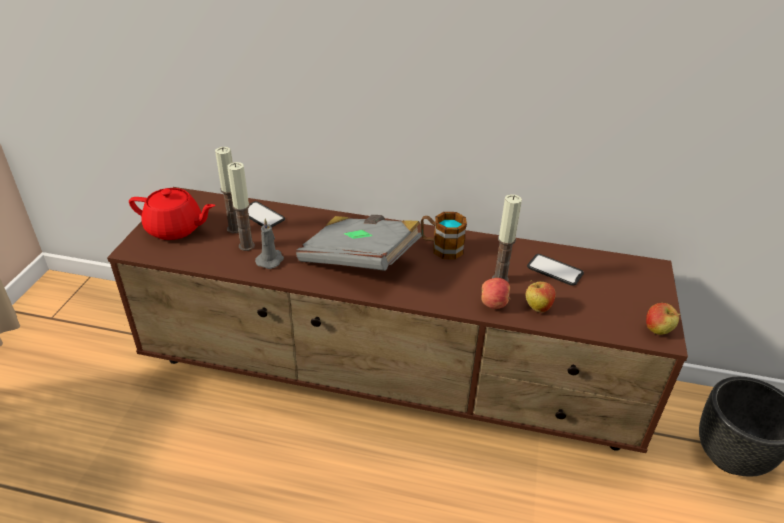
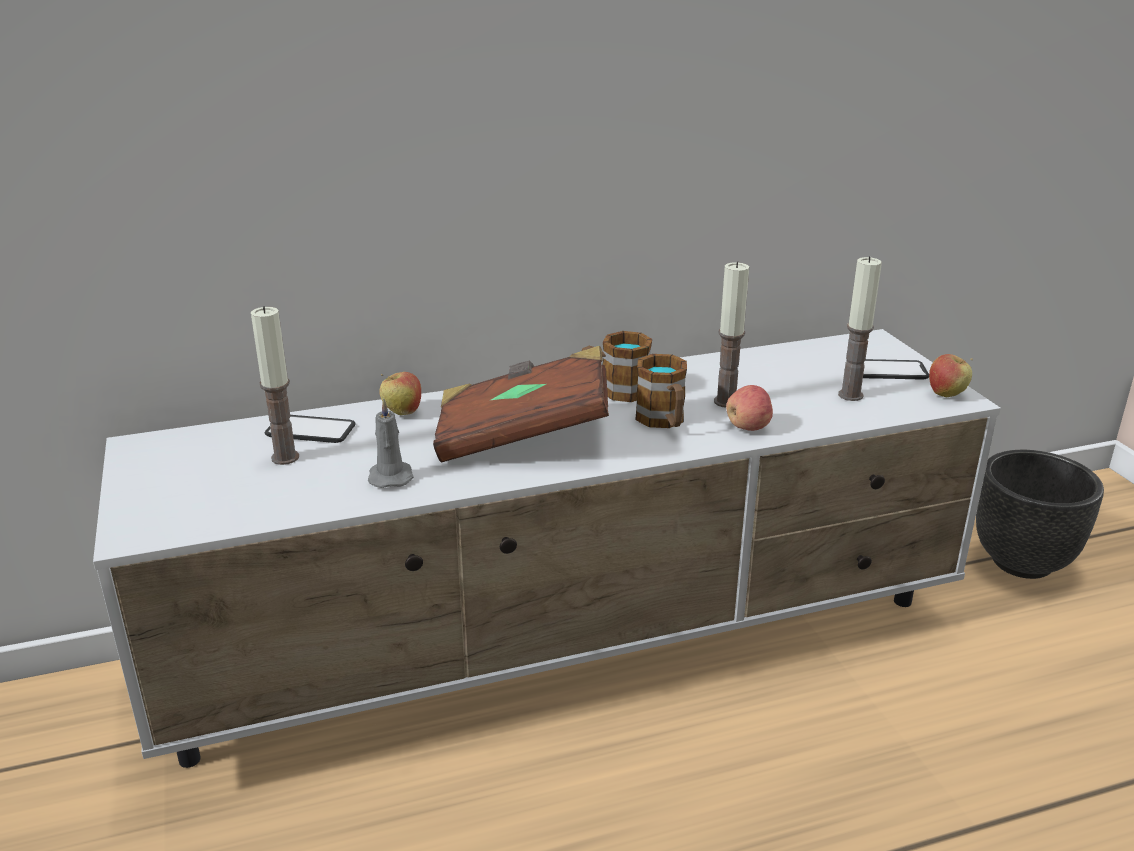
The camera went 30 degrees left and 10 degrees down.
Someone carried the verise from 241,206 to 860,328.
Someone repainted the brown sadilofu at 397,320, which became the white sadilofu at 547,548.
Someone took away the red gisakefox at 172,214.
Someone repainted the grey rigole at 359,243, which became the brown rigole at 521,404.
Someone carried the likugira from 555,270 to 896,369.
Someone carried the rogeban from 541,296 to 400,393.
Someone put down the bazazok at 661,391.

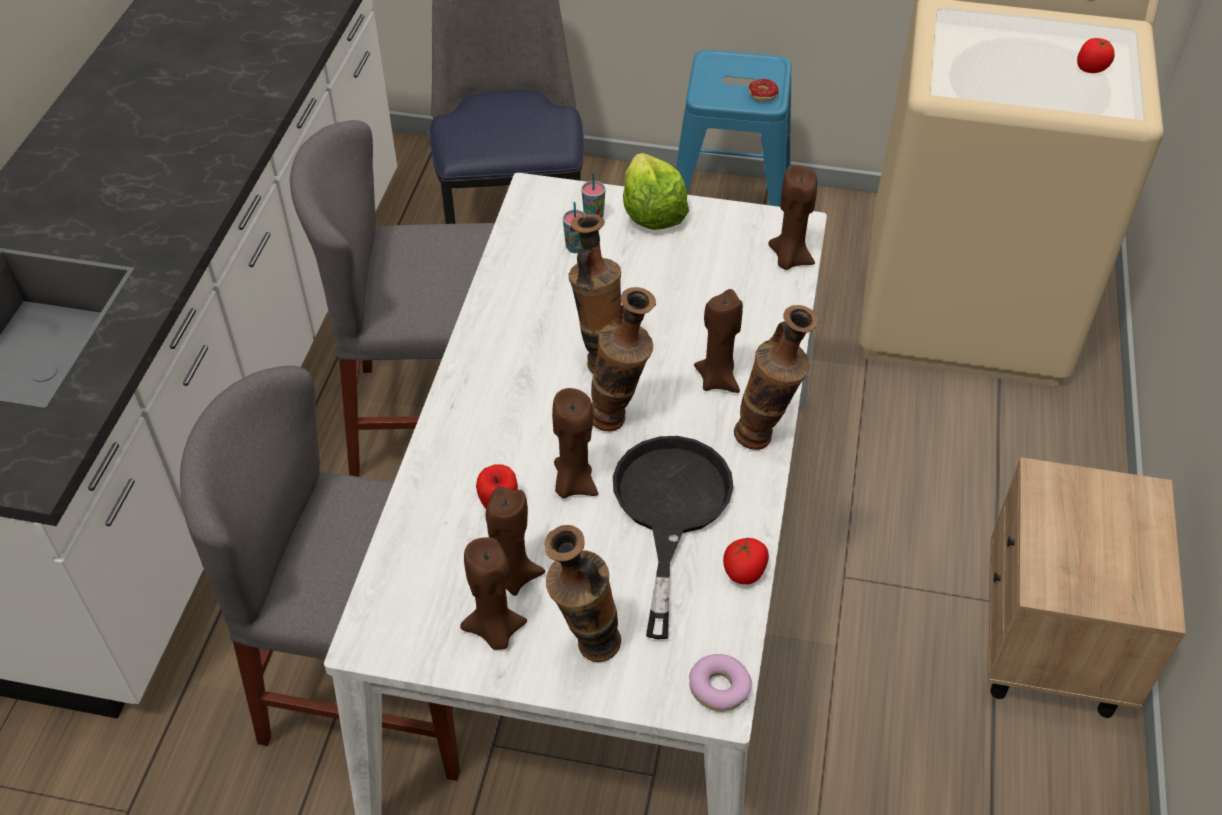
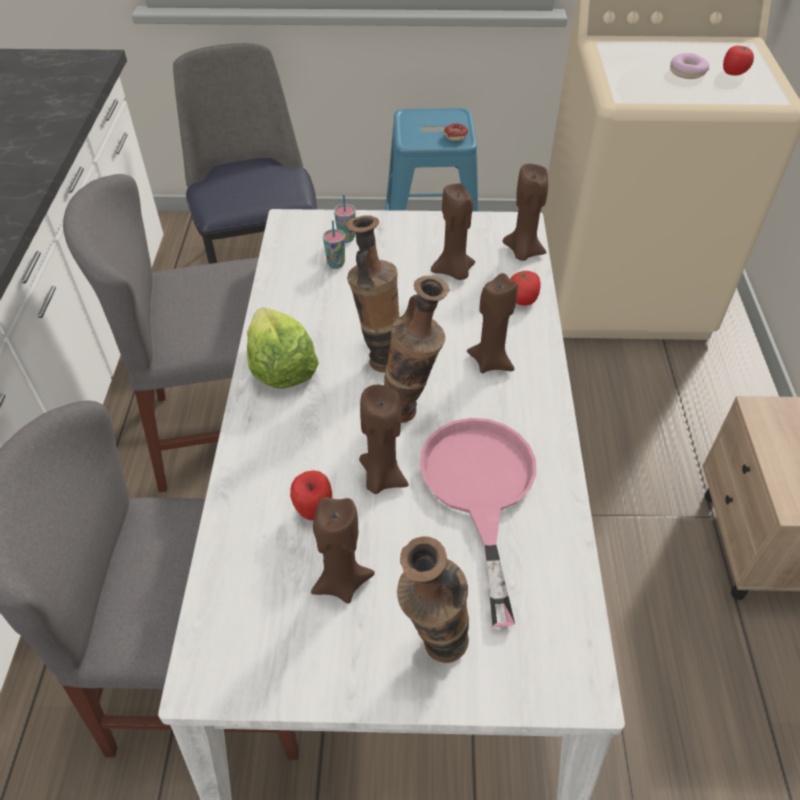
The camera went 10 degrees left and 0 degrees up.
Someone carried the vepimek from 656,191 to 283,348.
Someone took away the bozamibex at 776,377.
Someone repainted the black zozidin at 673,537, which became the pink zozidin at 478,522.
Someone carried the brown verise from 493,593 to 453,231.
Someone carried the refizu from 746,561 to 525,288.
Someone carried the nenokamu from 720,683 to 689,66.

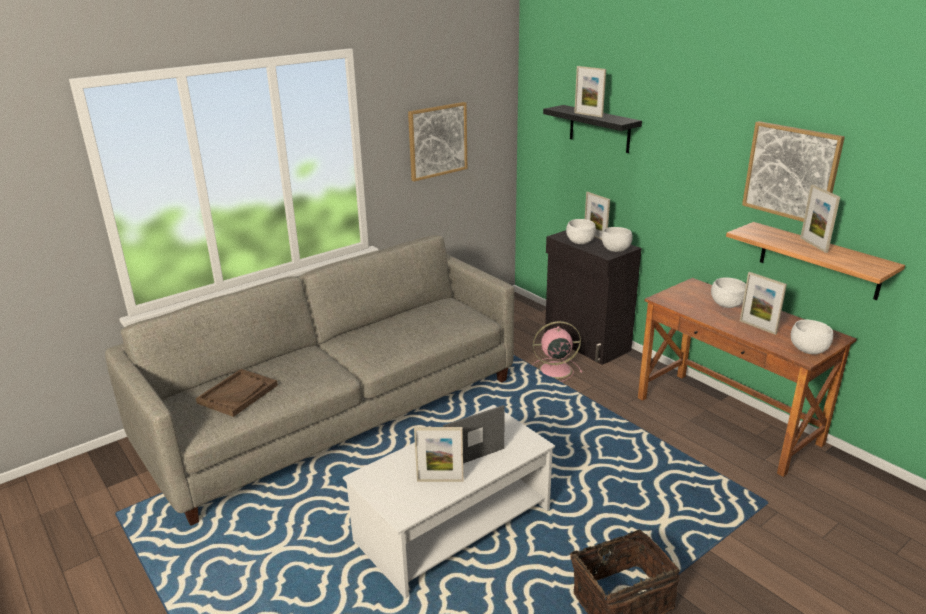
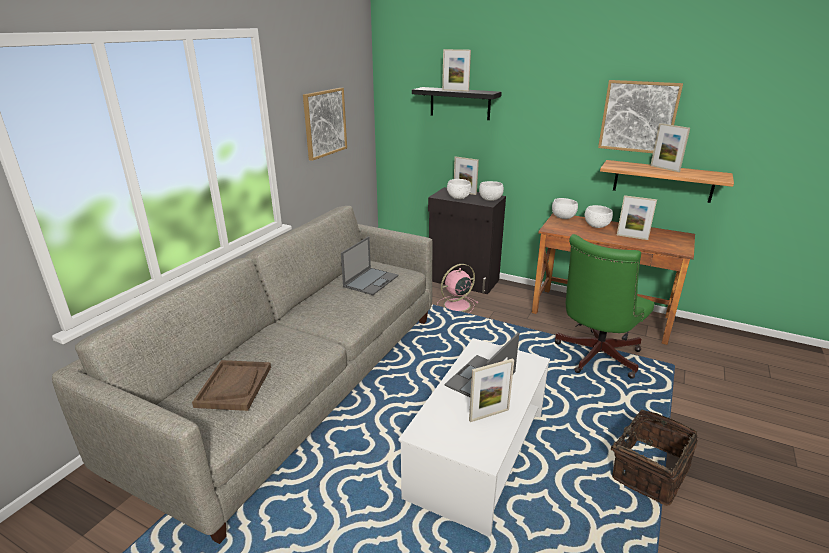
The camera went 25 degrees left and 0 degrees up.
Someone carried the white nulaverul from 812,337 to 565,208.
Someone put down the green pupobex at 604,306.
Someone put down the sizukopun at 370,265.

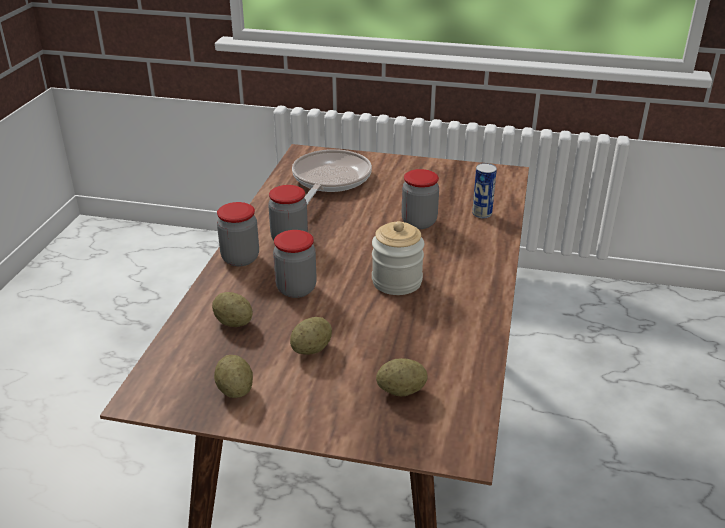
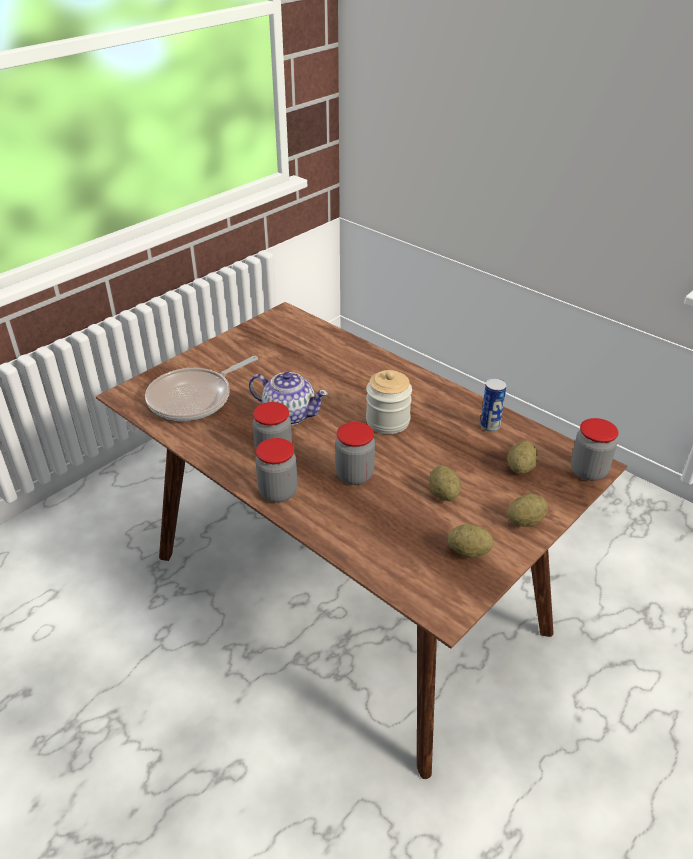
The camera went 60 degrees left and 5 degrees up.
Someone rotated the zozidin at 332,177 by 90 degrees counterclockwise.
Someone carried the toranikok from 484,190 to 493,405.
Someone carried the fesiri from 420,199 to 595,449.
Someone carried the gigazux from 232,309 to 527,510.
Someone put down the gisakefox at 288,398.

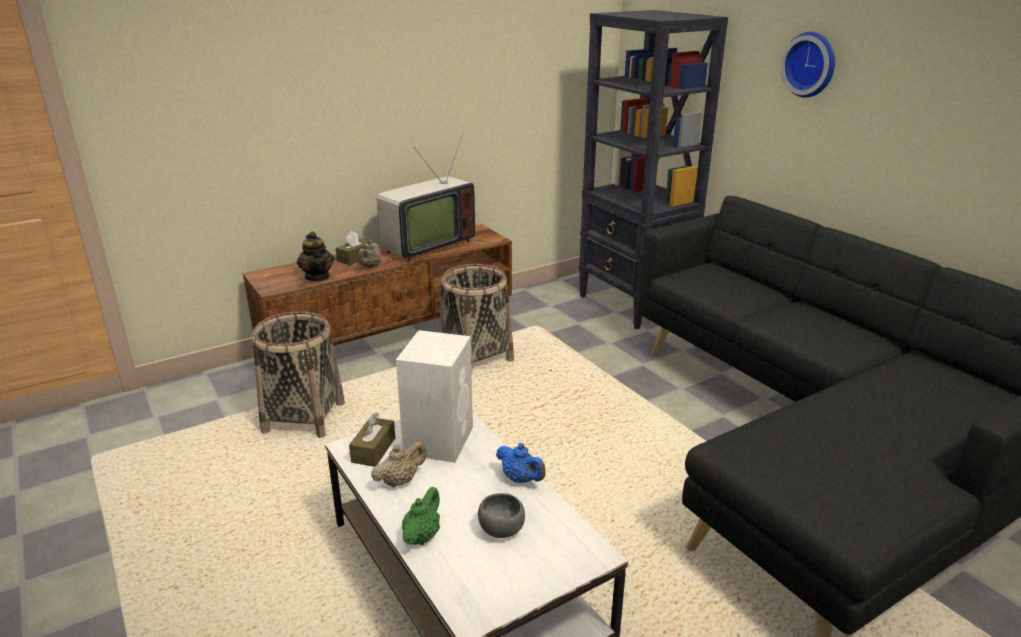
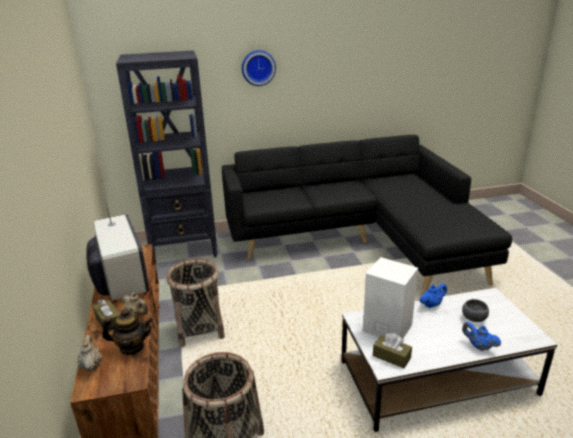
The camera went 70 degrees left and 0 degrees up.
Someone carried the beige gisakefox from 399,464 to 89,353.
Someone repainted the green gisakefox at 421,516, which became the blue gisakefox at 481,336.

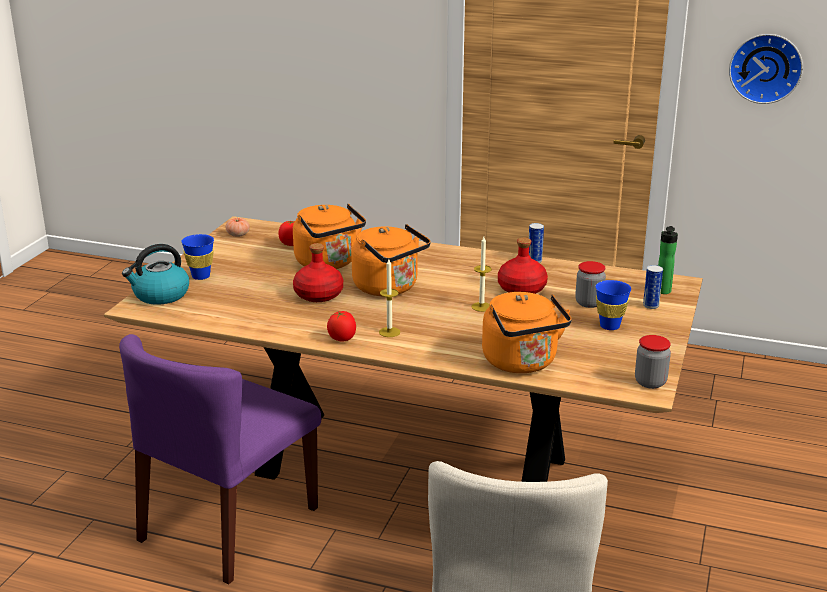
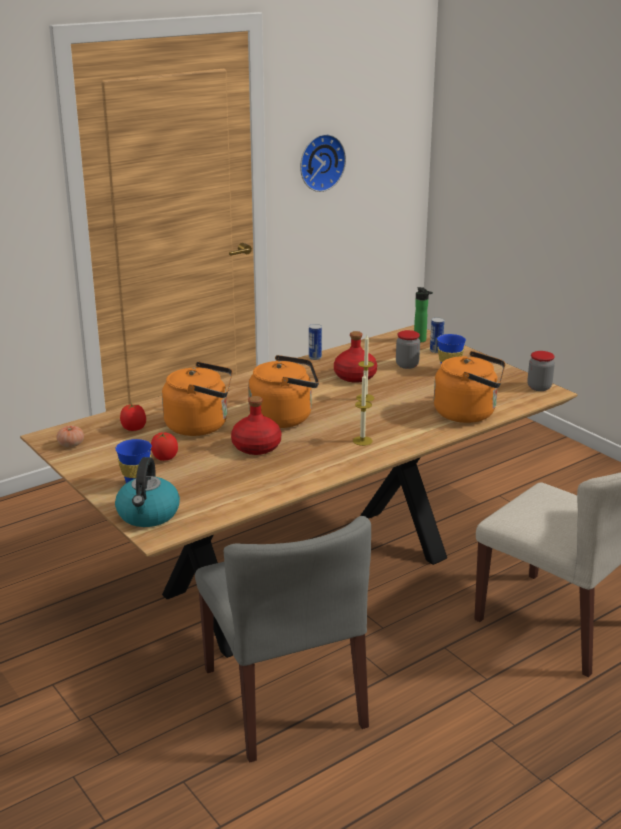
The camera went 55 degrees left and 0 degrees up.
Someone carried the refizu from 341,326 to 164,446.
Someone repainted the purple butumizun at 220,459, which became the grey butumizun at 283,639.

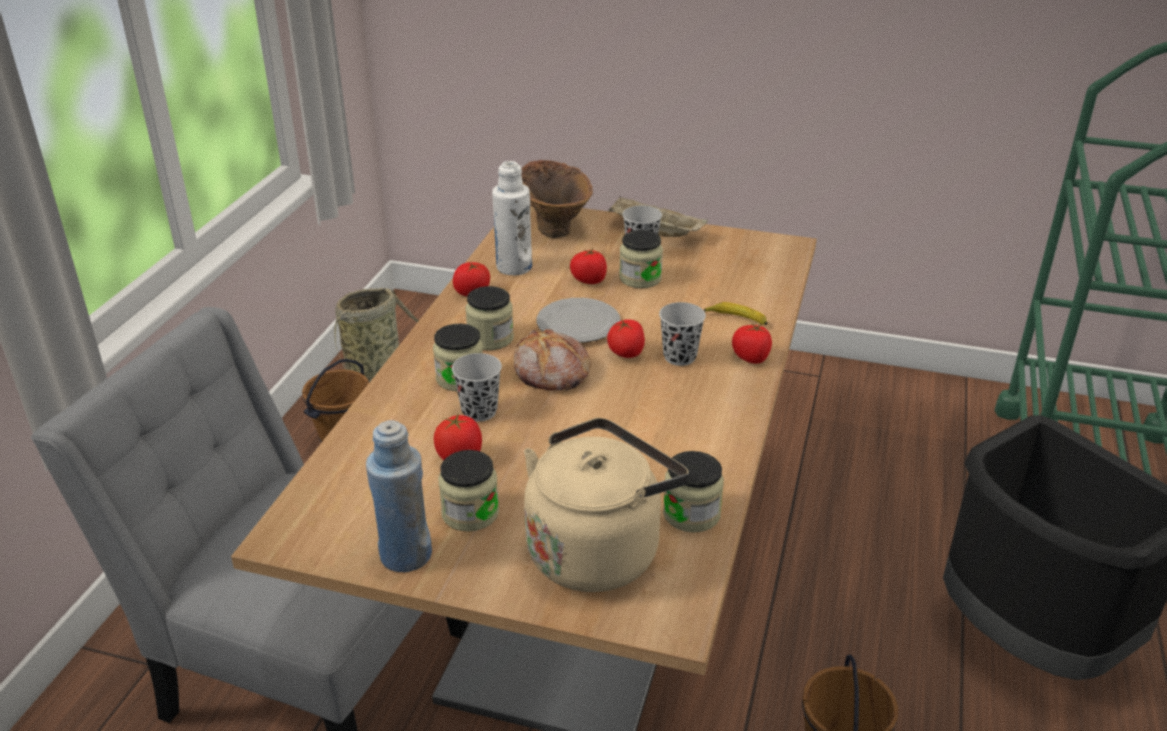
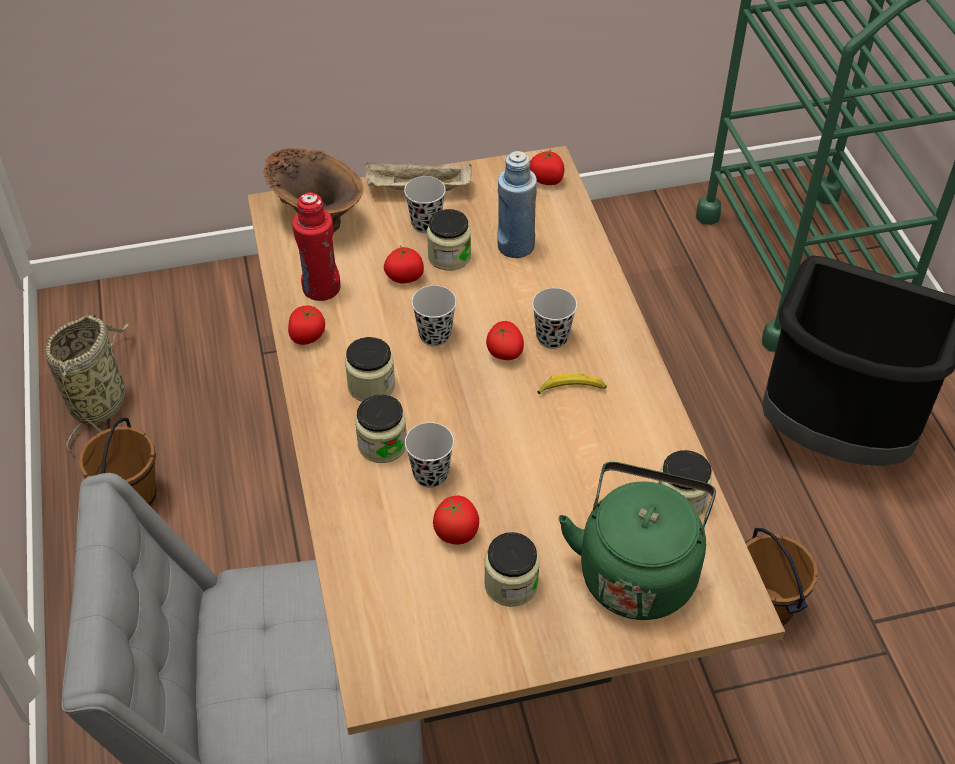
The camera went 30 degrees left and 15 degrees up.
Someone repainted the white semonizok at 512,218, which became the red semonizok at 316,246.
Someone swapped the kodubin at 579,320 for the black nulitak at 433,315.
Someone carried the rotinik from 735,313 to 572,383.
Someone carried the refizu from 752,343 to 546,167.
Someone took away the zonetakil at 552,360.
Someone repainted the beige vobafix at 606,505, which became the green vobafix at 637,541.
Someone carried the blue semonizok from 399,496 to 517,204.

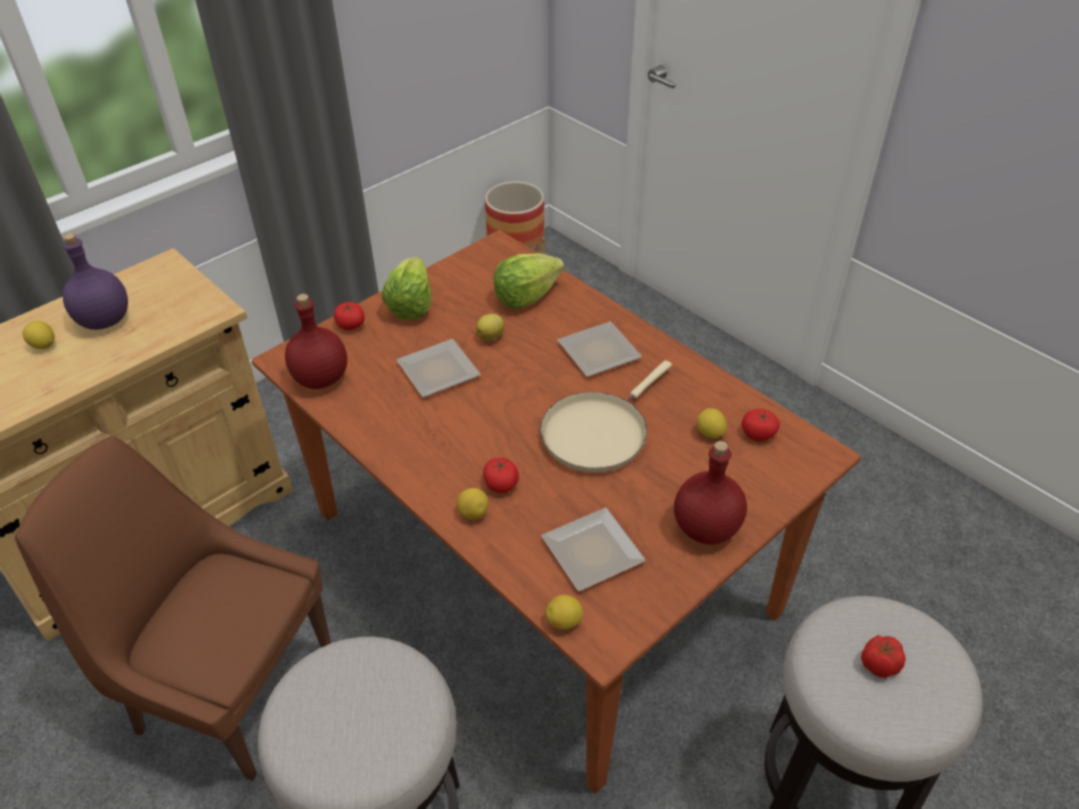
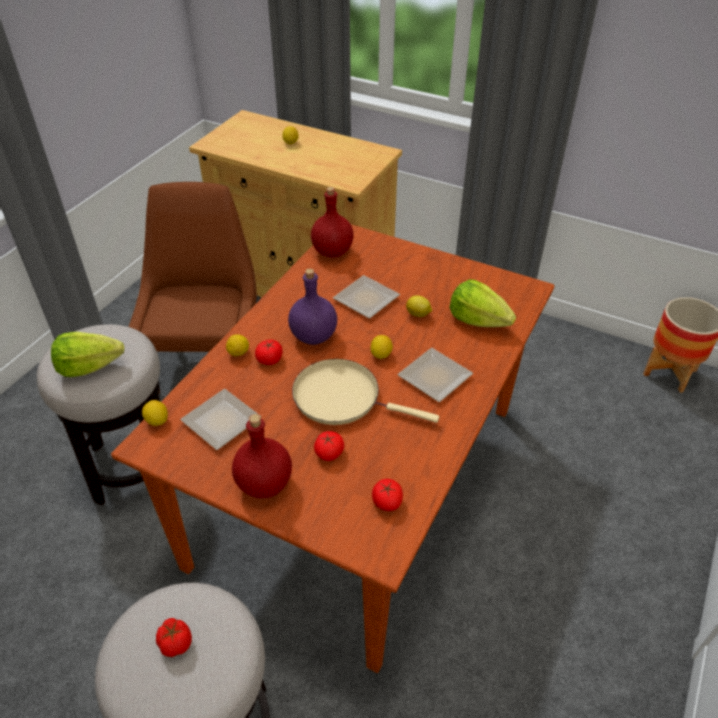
The camera went 70 degrees right and 0 degrees up.
Someone carried the purple semonizok from 95,281 to 312,306.
Someone carried the vepimek from 407,288 to 87,354.
Someone carried the refizu from 349,316 to 329,446.
Someone carried the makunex from 711,423 to 382,347.

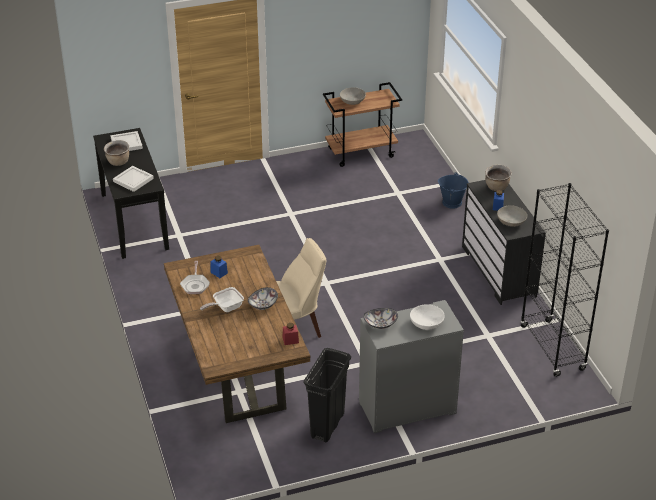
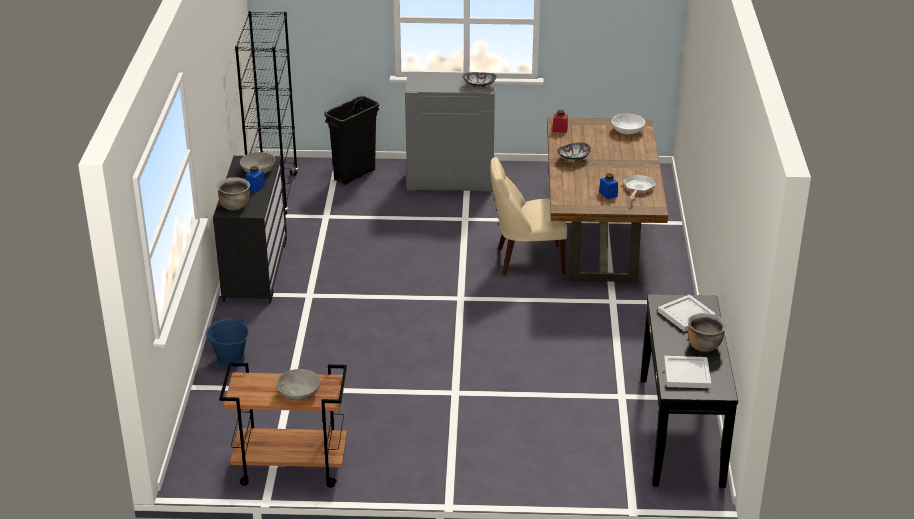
The camera went 160 degrees left and 5 degrees down.
Someone took away the zozidin at 222,299.
Someone carried the white nulaverul from 427,317 to 628,124.
Someone carried the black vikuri from 327,395 to 351,140.

